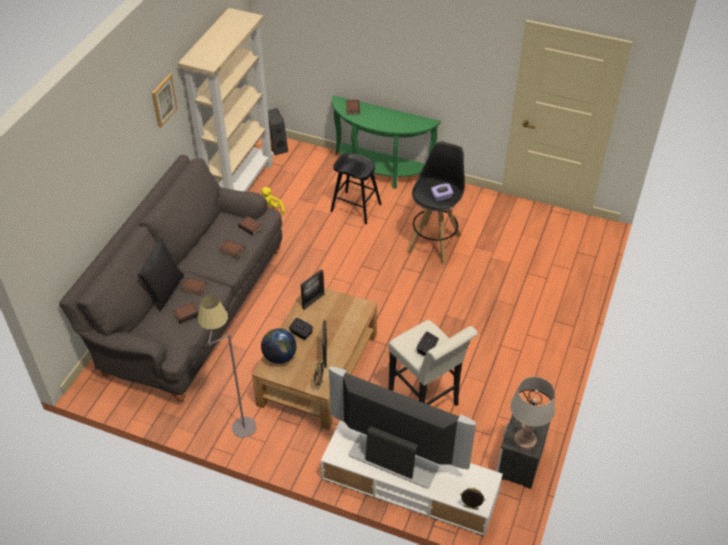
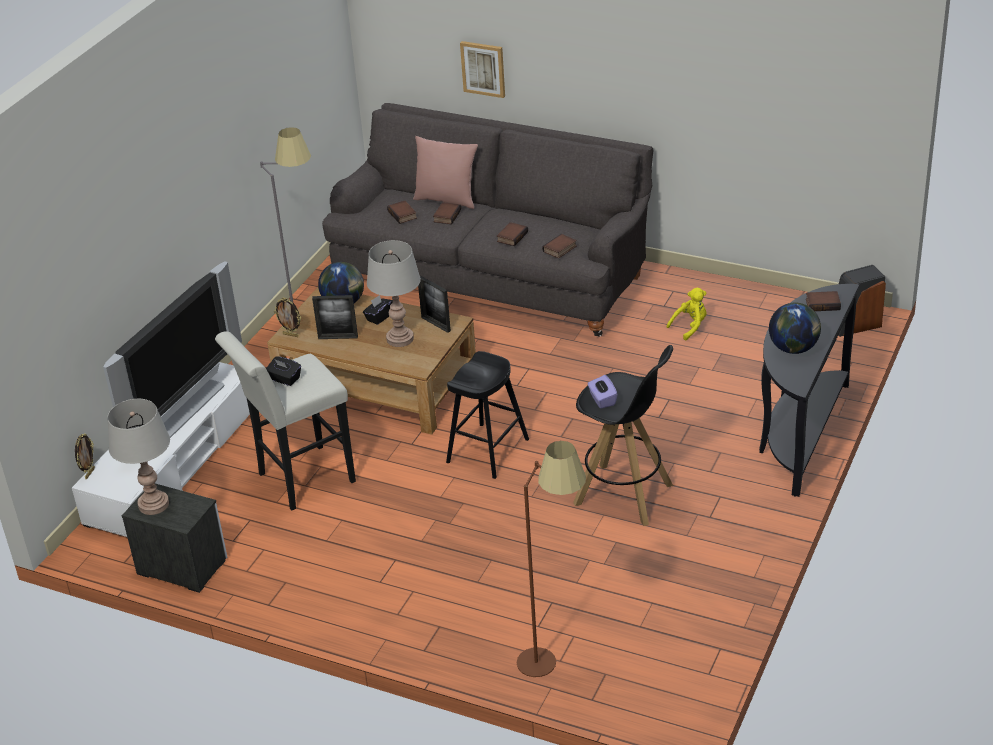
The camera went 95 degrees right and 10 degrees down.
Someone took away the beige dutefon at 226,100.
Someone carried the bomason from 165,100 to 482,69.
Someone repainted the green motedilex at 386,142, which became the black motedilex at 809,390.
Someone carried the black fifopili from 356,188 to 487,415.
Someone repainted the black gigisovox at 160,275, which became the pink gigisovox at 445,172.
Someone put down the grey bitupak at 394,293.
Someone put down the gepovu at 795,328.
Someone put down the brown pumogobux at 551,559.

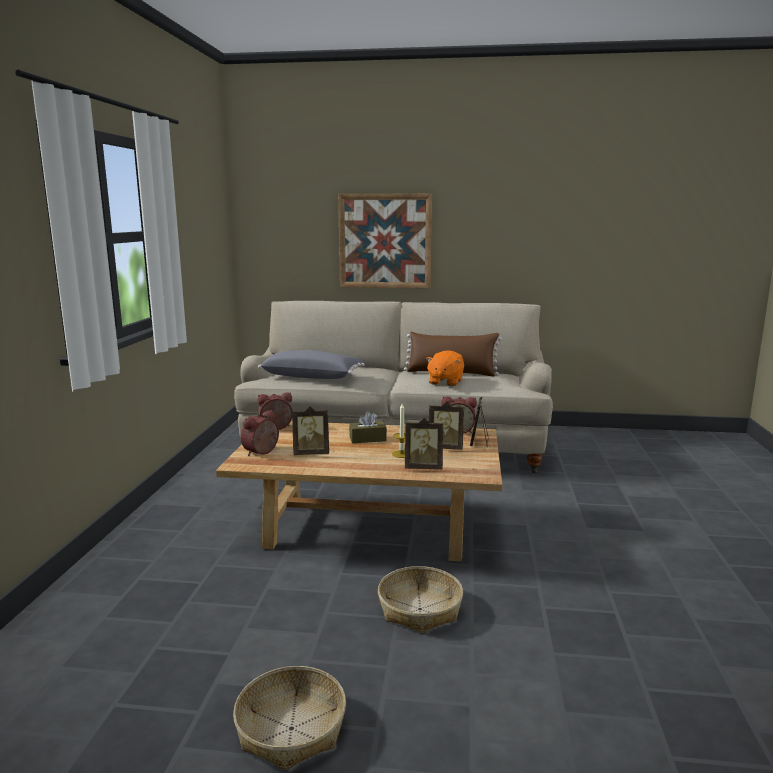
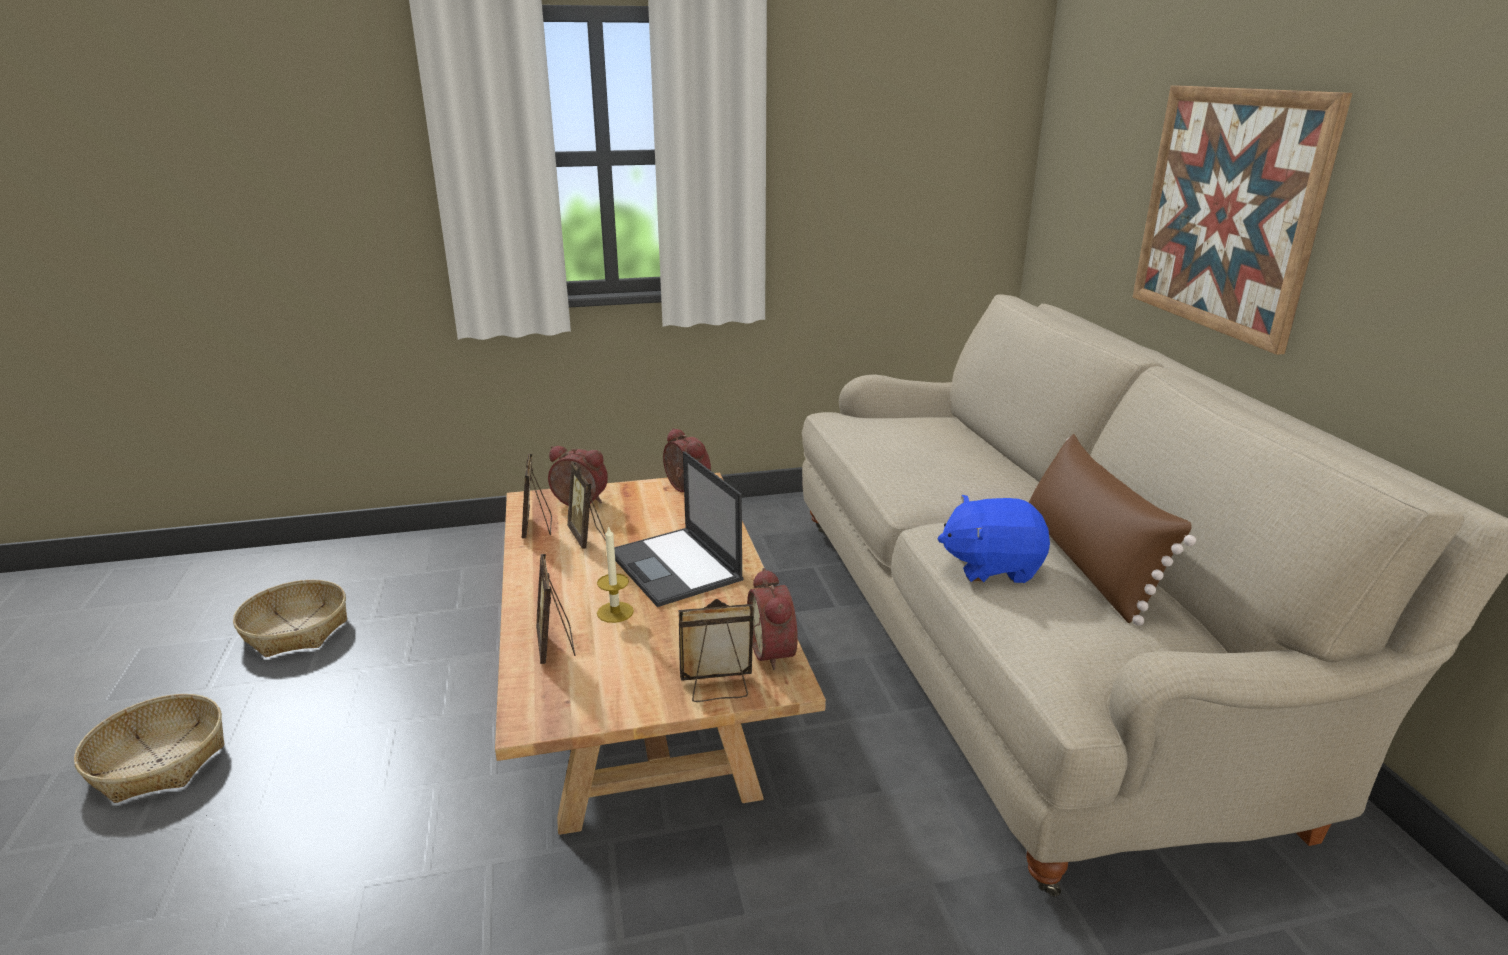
The camera went 70 degrees right and 10 degrees up.
Someone took away the grey gigisovox at 311,364.
Someone repainted the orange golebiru at 445,368, which became the blue golebiru at 994,539.
Someone carried the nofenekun from 446,425 to 537,496.
Someone swapped the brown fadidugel at 368,427 for the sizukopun at 679,529.
Someone carried the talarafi from 420,600 to 290,619.

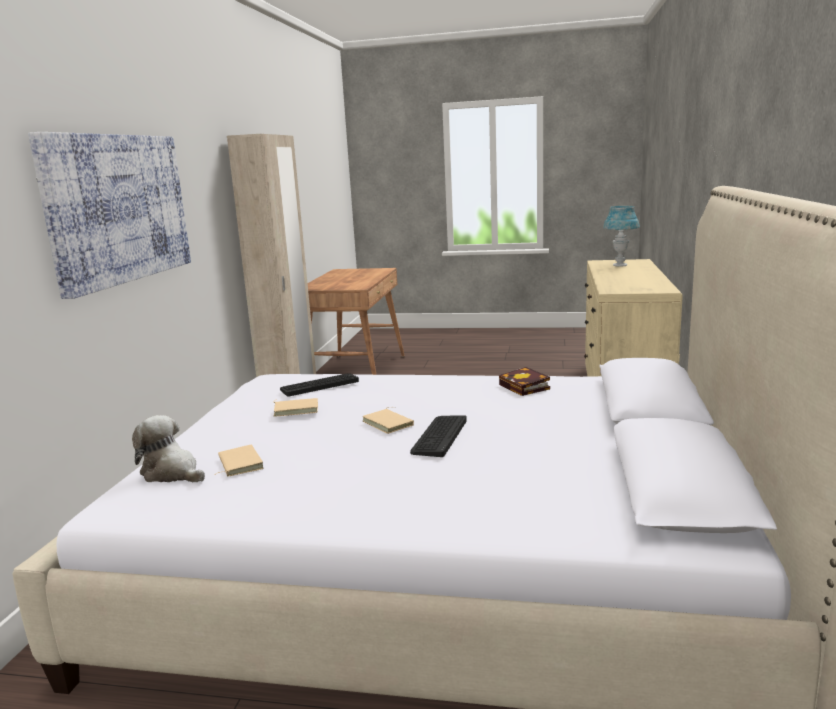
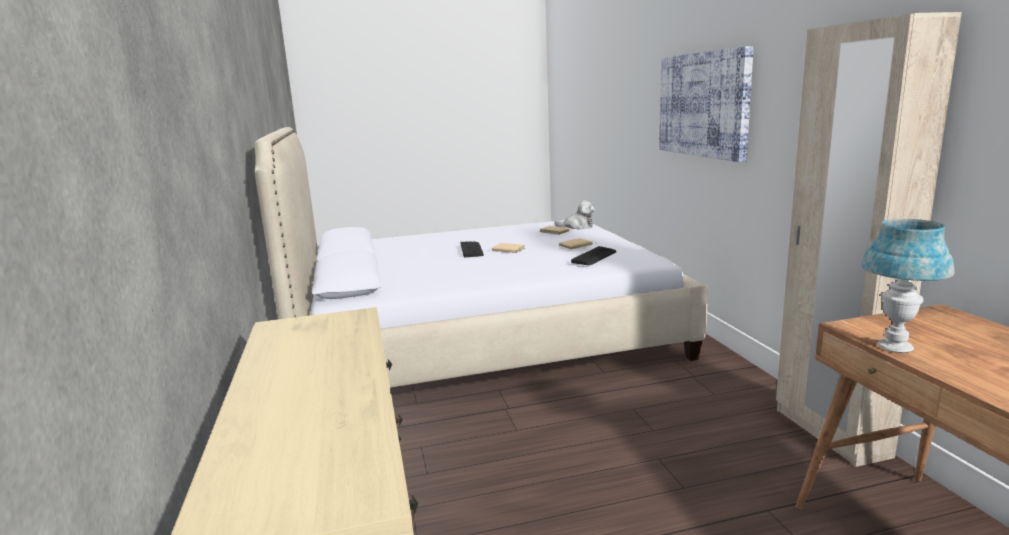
The camera went 155 degrees right and 0 degrees up.
Someone carried the blue bitupak from 621,236 to 908,286.
Someone took away the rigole at 524,381.

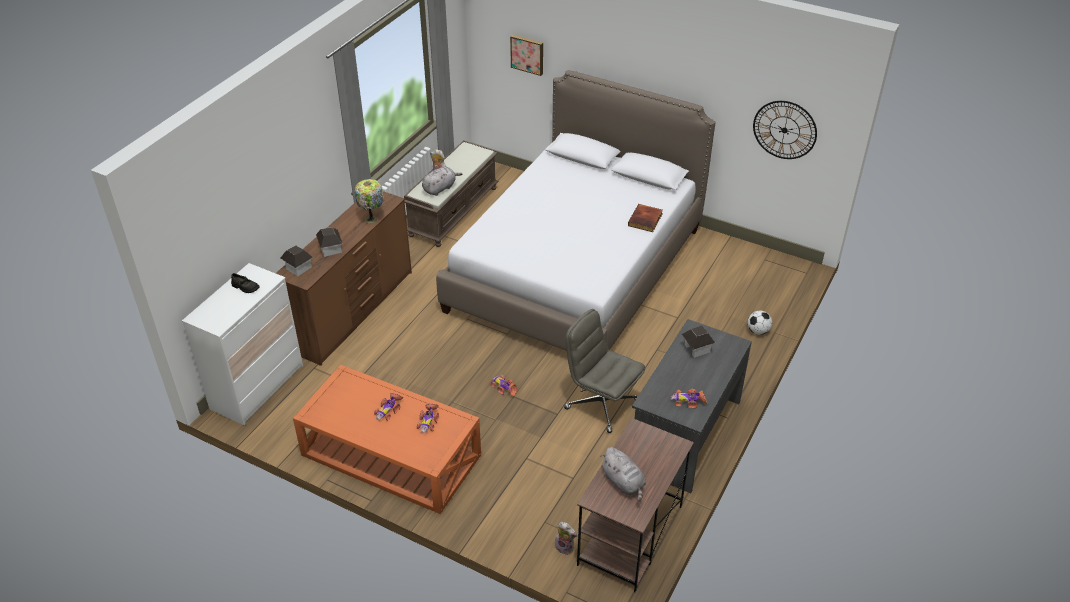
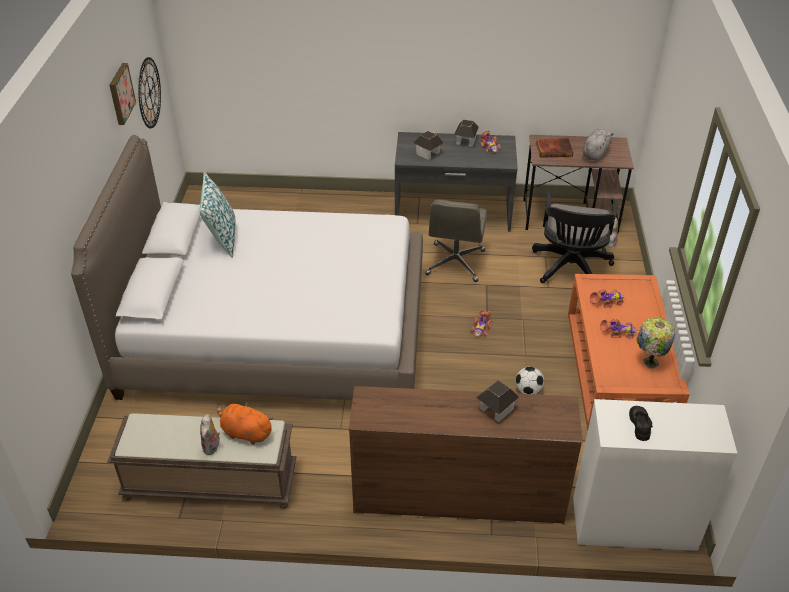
The camera went 115 degrees left and 0 degrees up.
Someone carried the bomason from 526,55 to 122,94.
Someone repainted the grey golebiru at 442,181, which became the orange golebiru at 245,423.
Someone carried the bitupak from 369,201 to 656,343.
Someone carried the rigole from 645,218 to 554,148.
Someone carried the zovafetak from 297,260 to 466,133.
Someone carried the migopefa from 760,323 to 530,380.
Someone put down the gigisovox at 217,215.
Someone put down the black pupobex at 575,237.

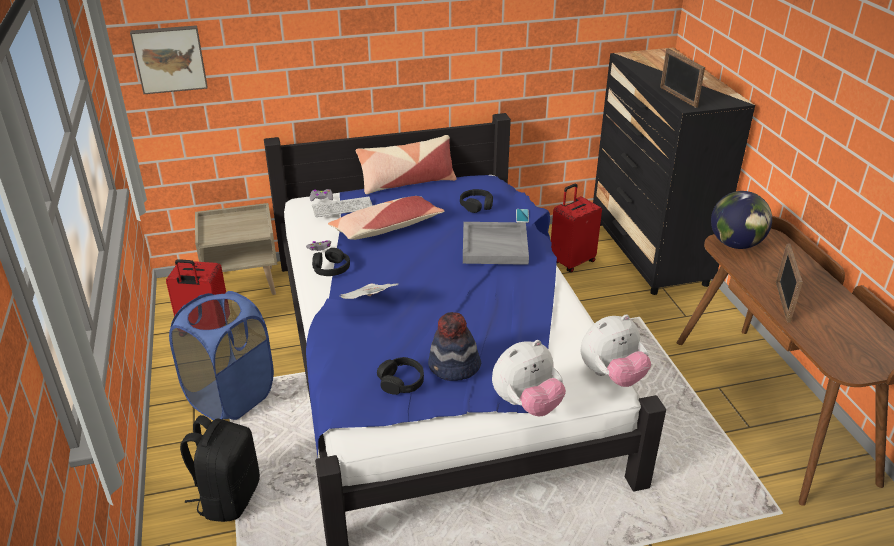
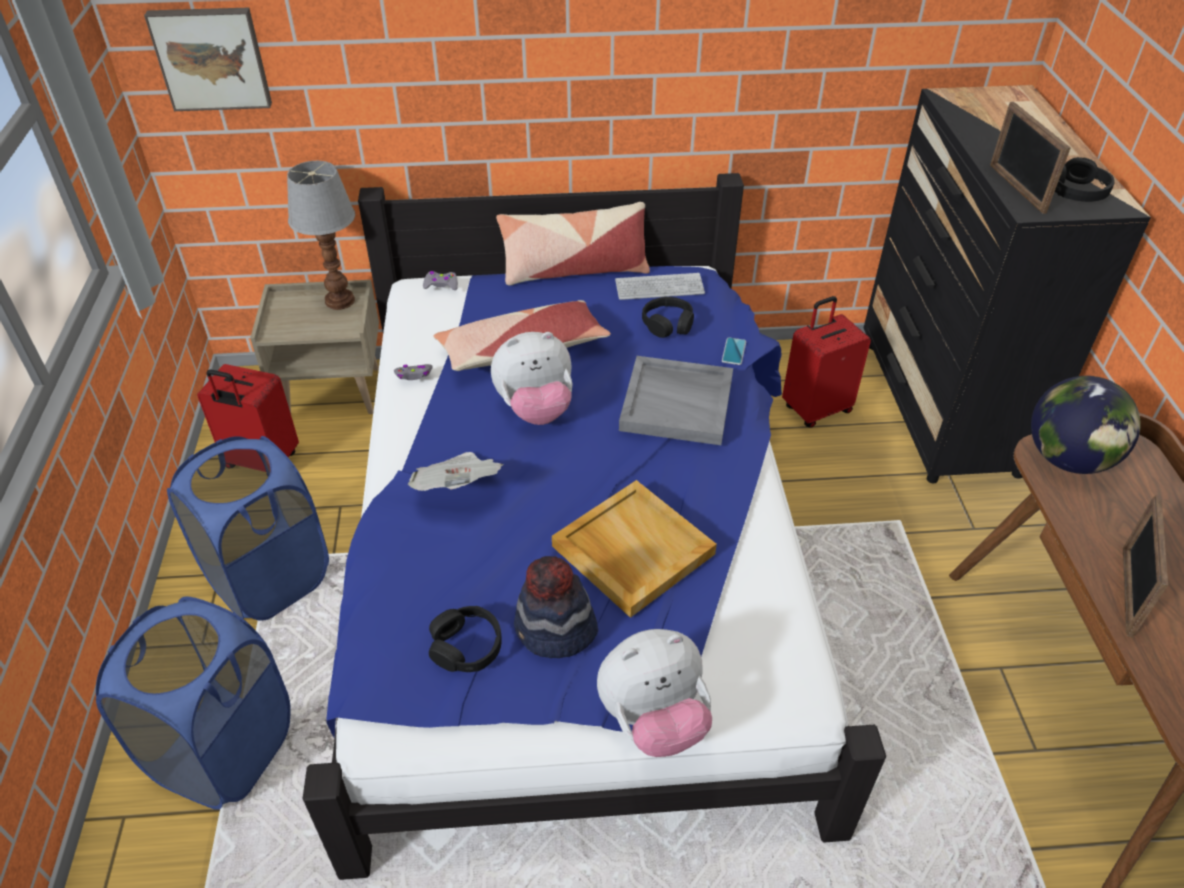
The camera went 10 degrees right and 10 degrees up.
Someone carried the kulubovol from 342,207 to 660,286.
Someone carried the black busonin from 331,262 to 1085,179.
Someone carried the golebiru from 616,350 to 532,378.
Someone swapped the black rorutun at 220,468 for the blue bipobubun at 193,703.
Someone put down the bitupak at 321,235.
Someone put down the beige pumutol at 634,549.

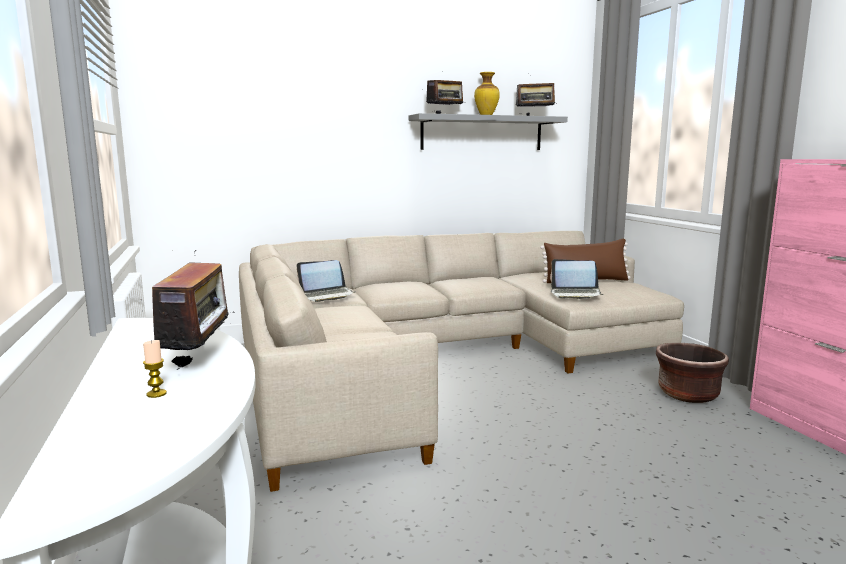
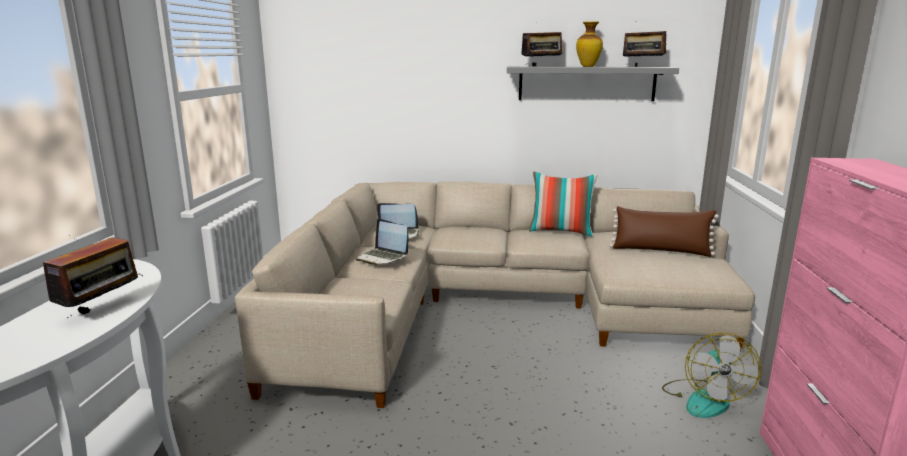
The camera went 25 degrees right and 5 degrees up.
Someone carried the sizukopun from 576,279 to 382,242.
Someone took away the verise at 155,369.
Someone swapped the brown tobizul at 692,373 for the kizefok at 711,375.
Someone put down the gigisovox at 563,204.

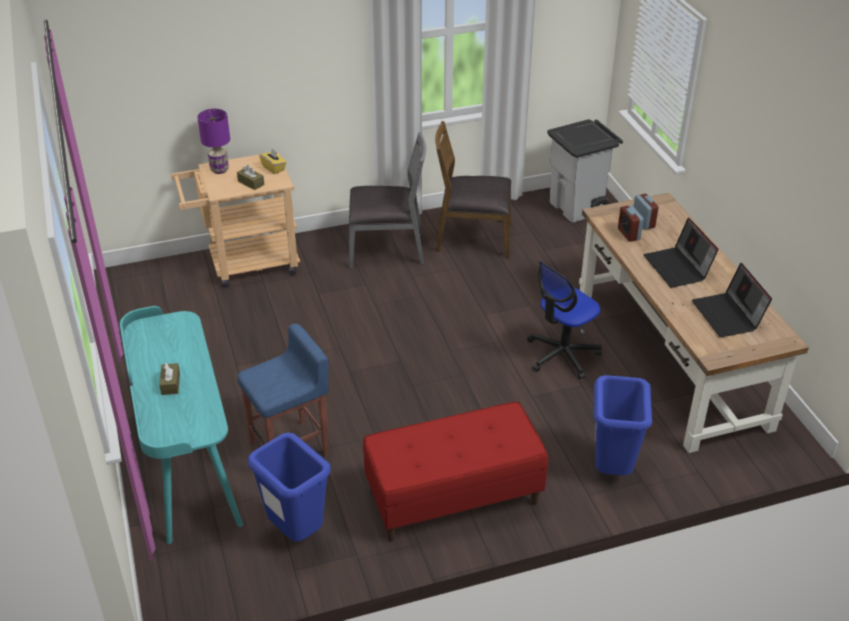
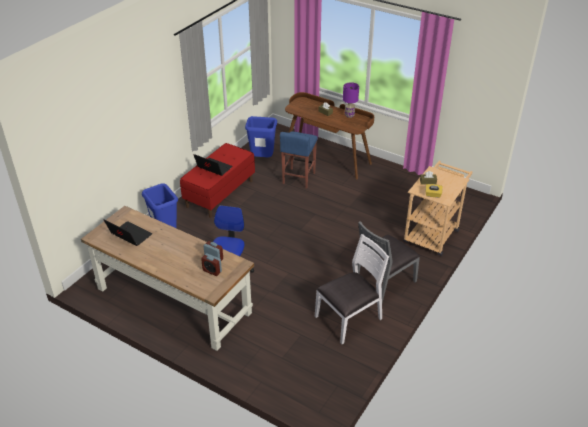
The camera went 140 degrees right and 0 degrees up.
Someone carried the purple bitupak from 213,141 to 351,100.
Someone took away the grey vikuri at 585,171.
Someone repainted the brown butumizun at 473,189, which became the white butumizun at 352,289.
Someone carried the sizukopun from 681,253 to 213,165.
Someone repainted the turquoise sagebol at 181,425, which became the brown sagebol at 329,136.

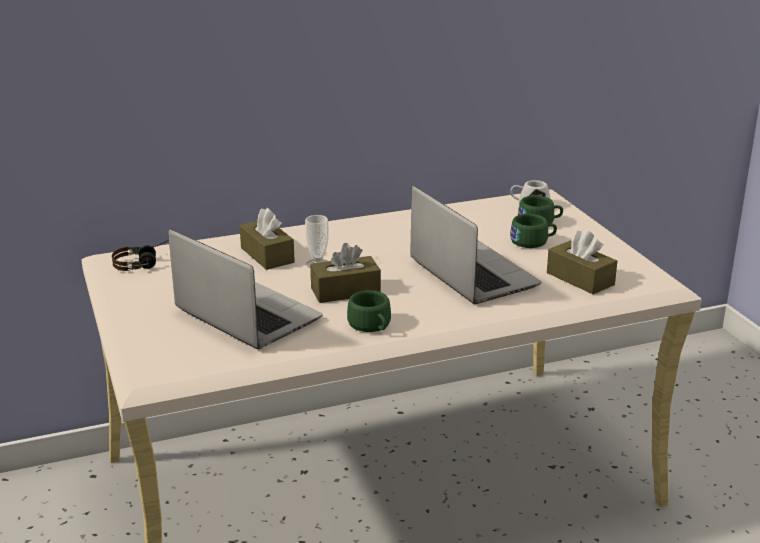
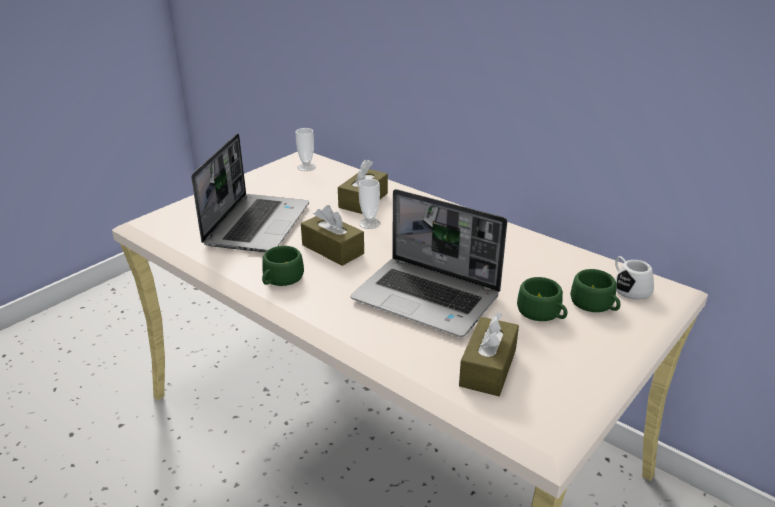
The camera went 60 degrees right and 5 degrees up.
Someone rotated the sizukopun at 475,245 by 90 degrees clockwise.
Someone swapped the busonin at 140,255 for the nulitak at 306,149.

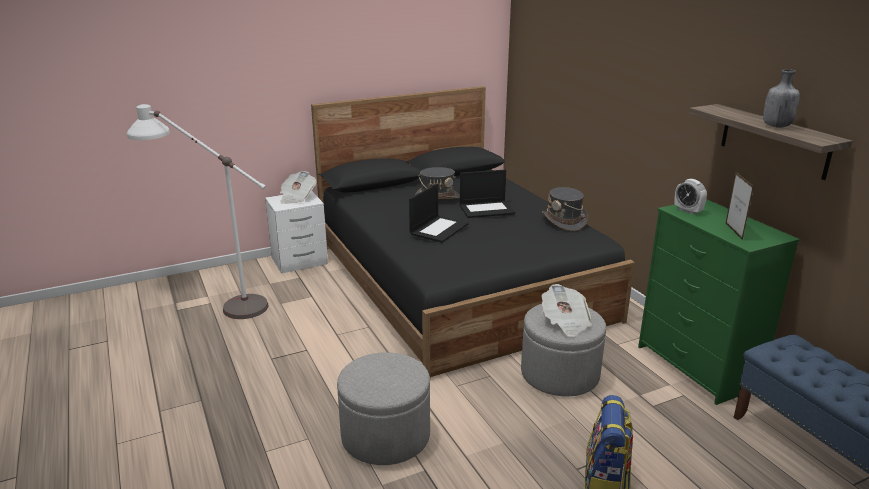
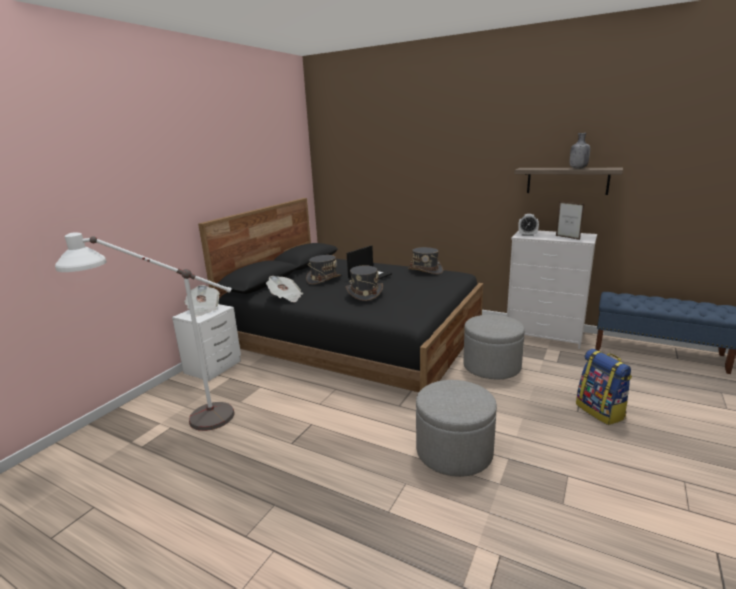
The camera went 35 degrees left and 5 degrees down.
Someone swapped the sizukopun at 438,213 for the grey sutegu at 364,283.
Someone repainted the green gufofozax at 719,302, which became the white gufofozax at 552,289.
Someone carried the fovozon from 566,310 to 284,289.

